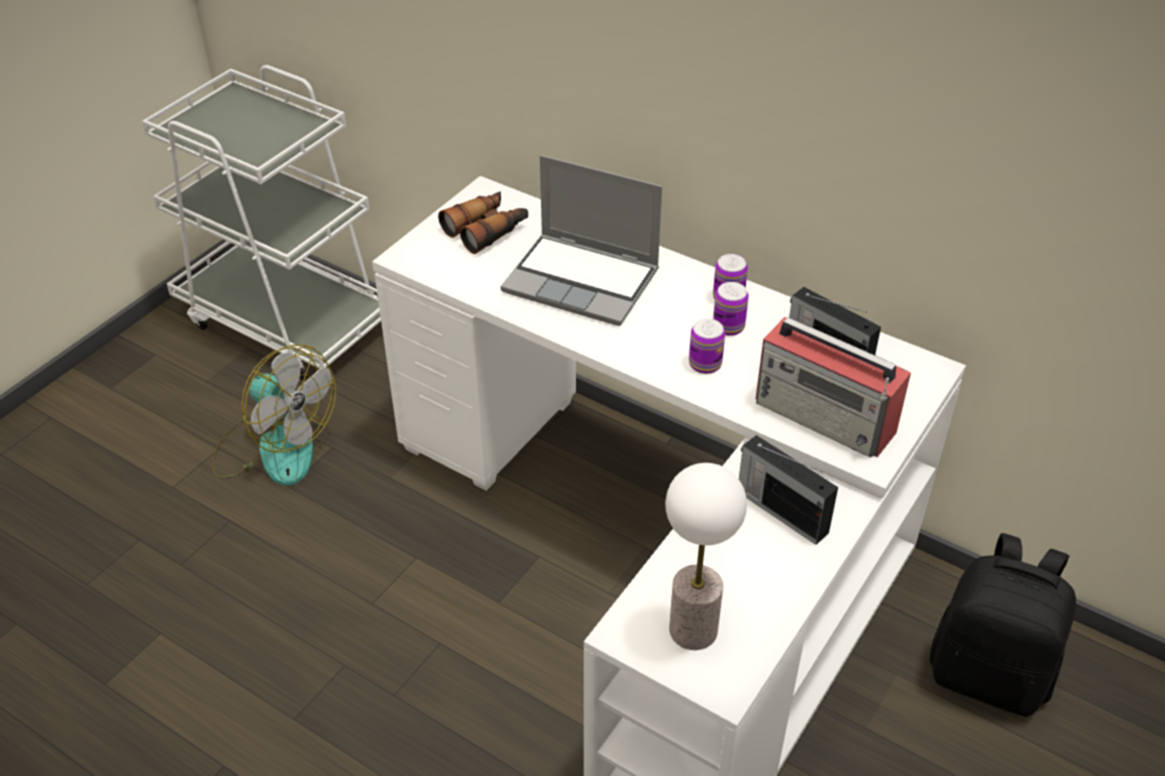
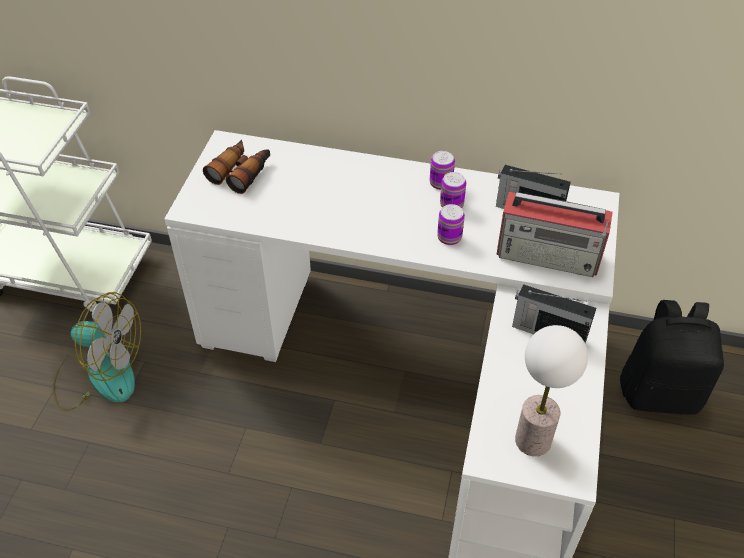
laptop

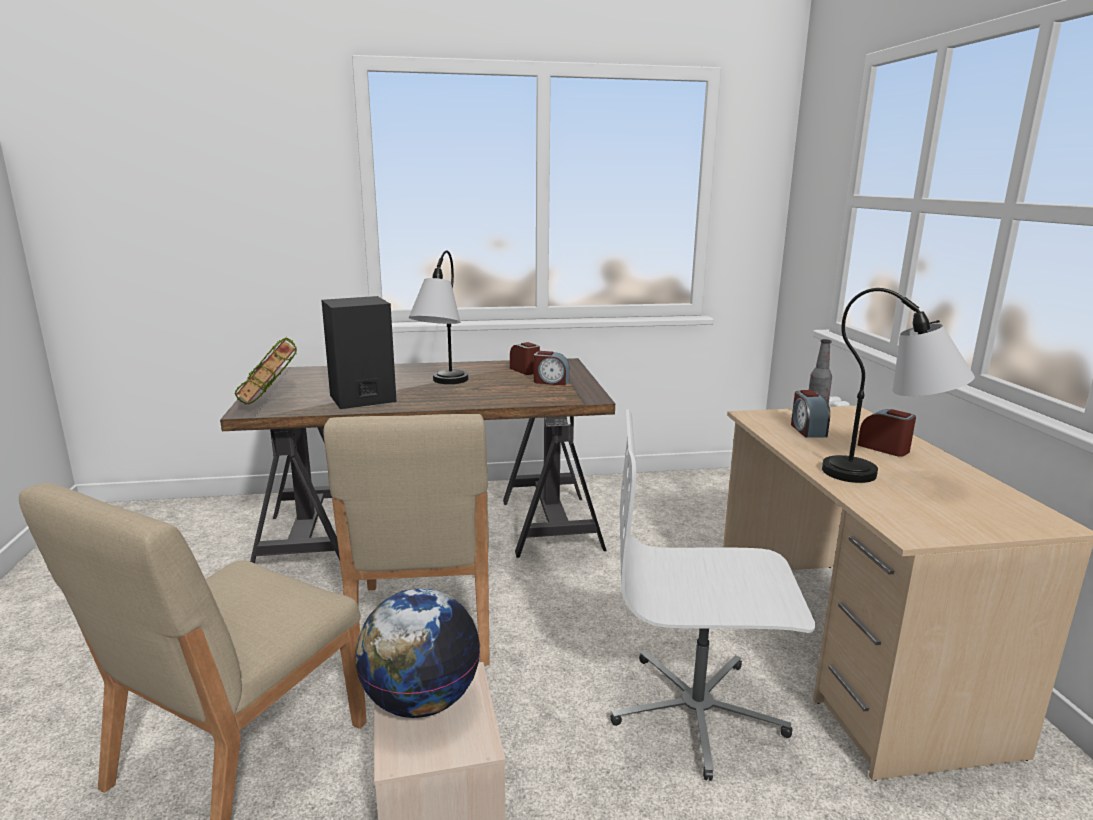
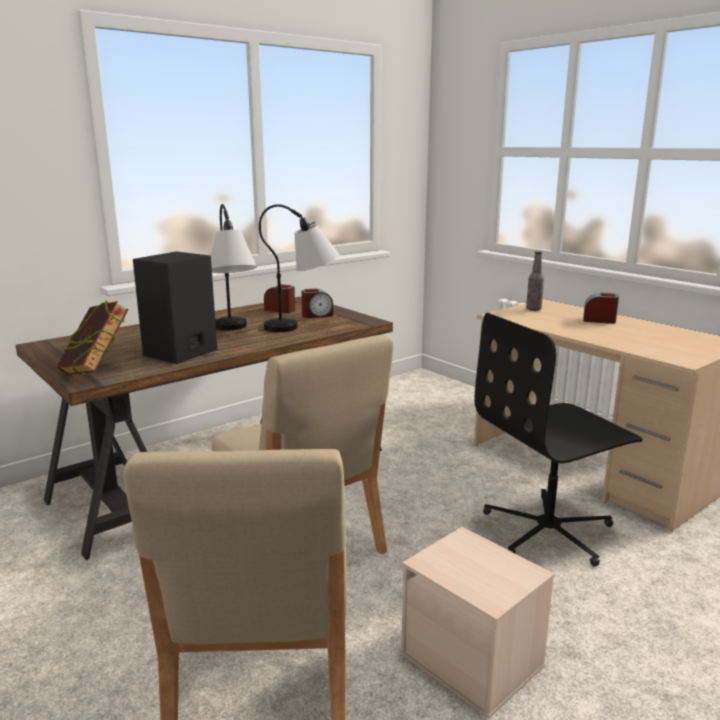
globe; alarm clock (3rd from left in the first image); table lamp (2nd from left); black office chair

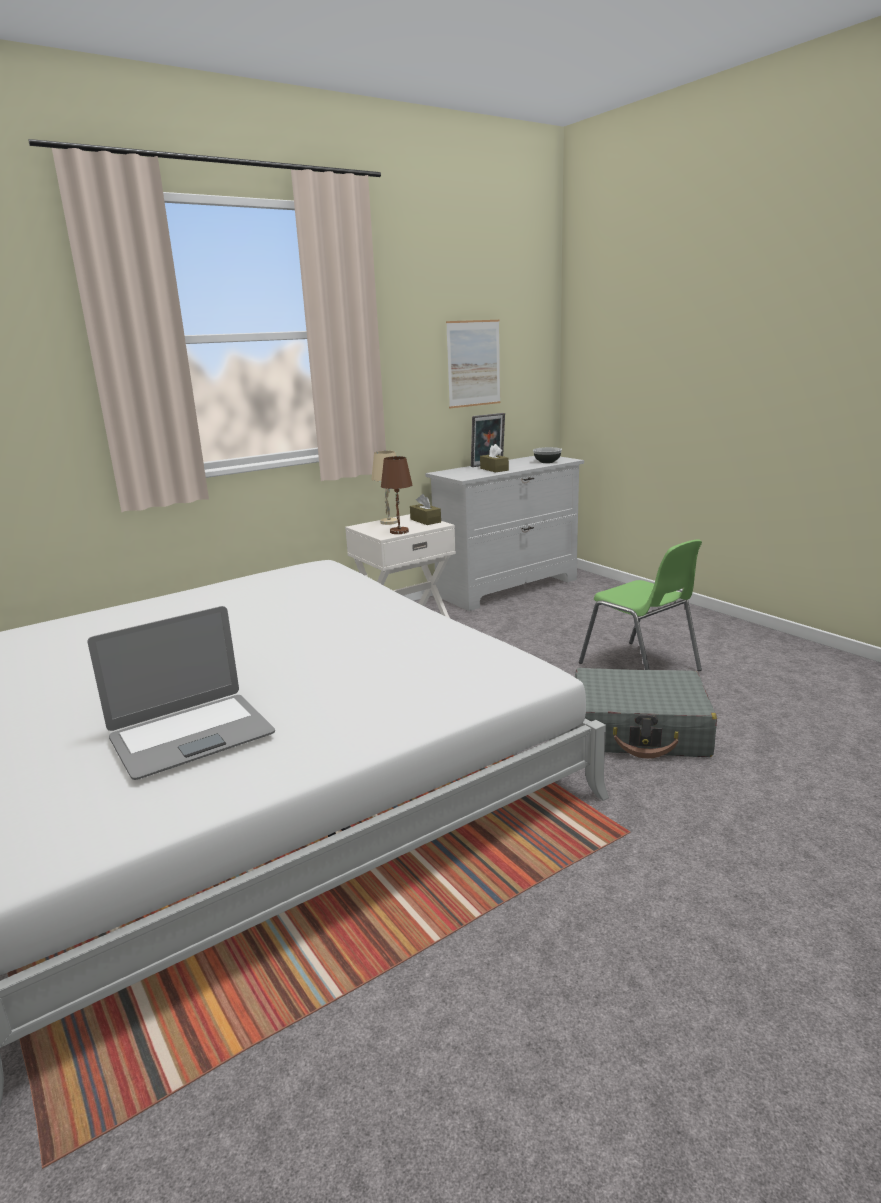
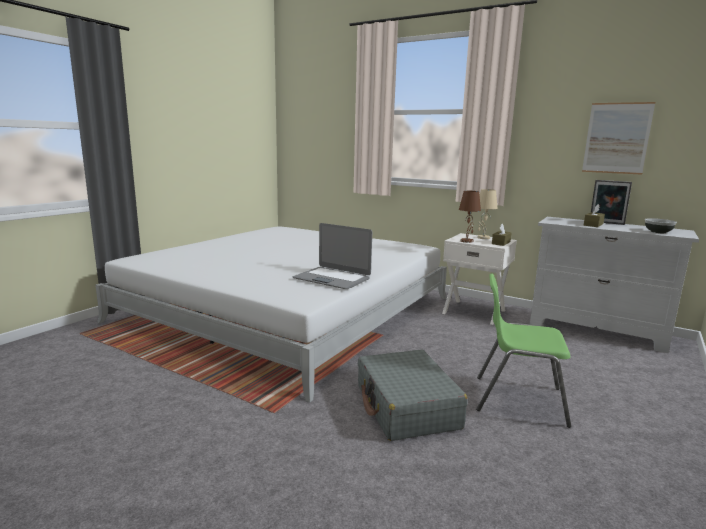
laptop; green chair

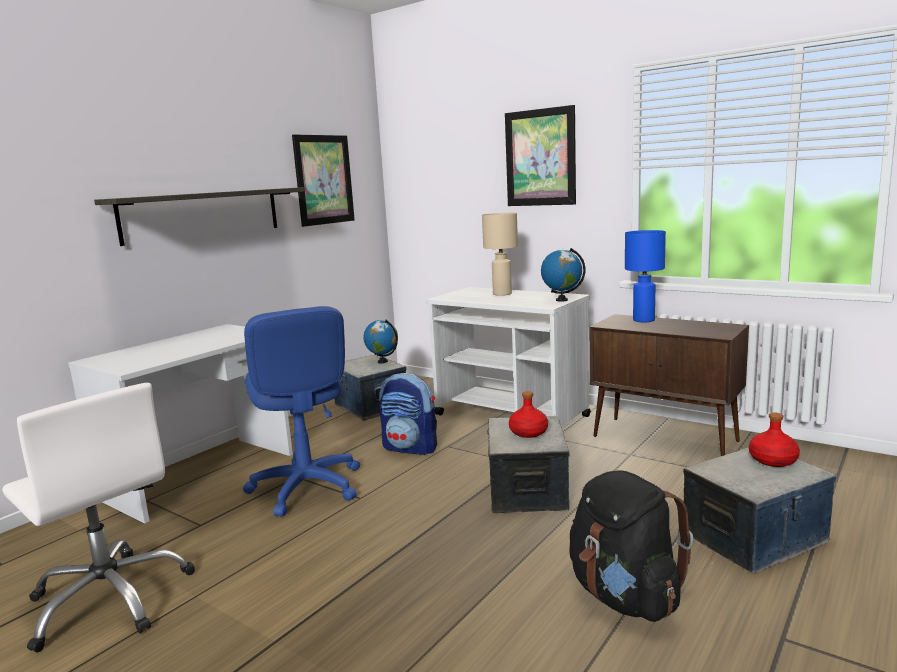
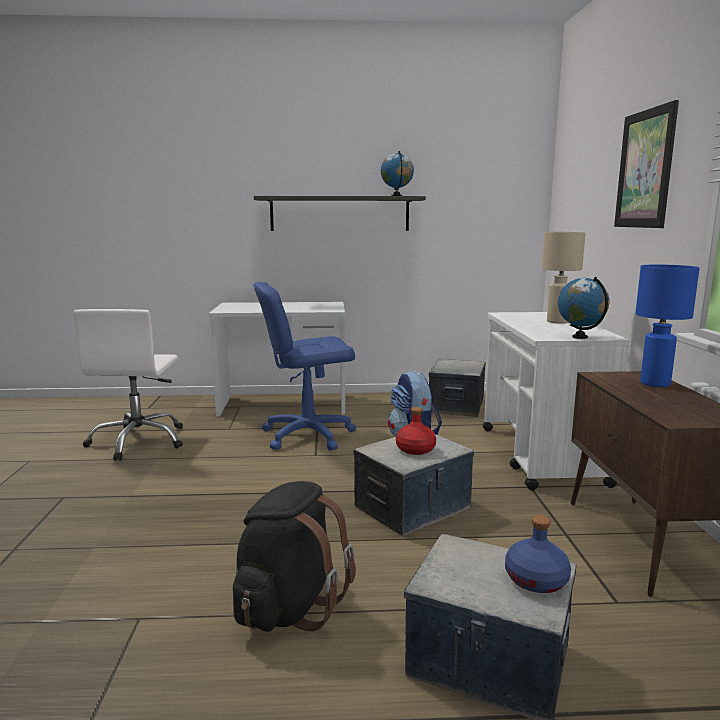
picture (1st from left in the first image); globe (1st from left); blue bottle; blue office chair

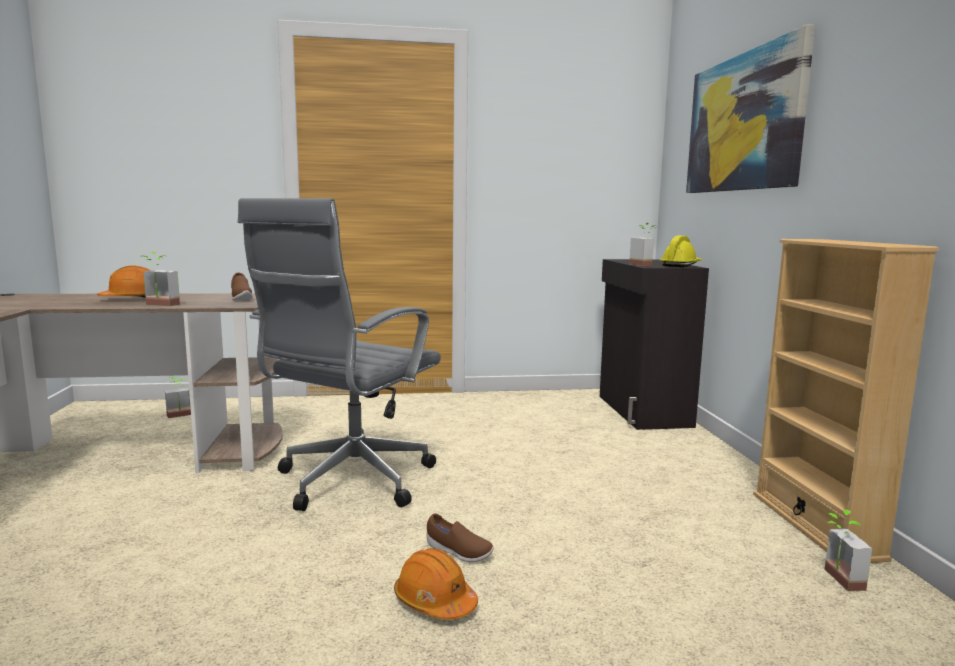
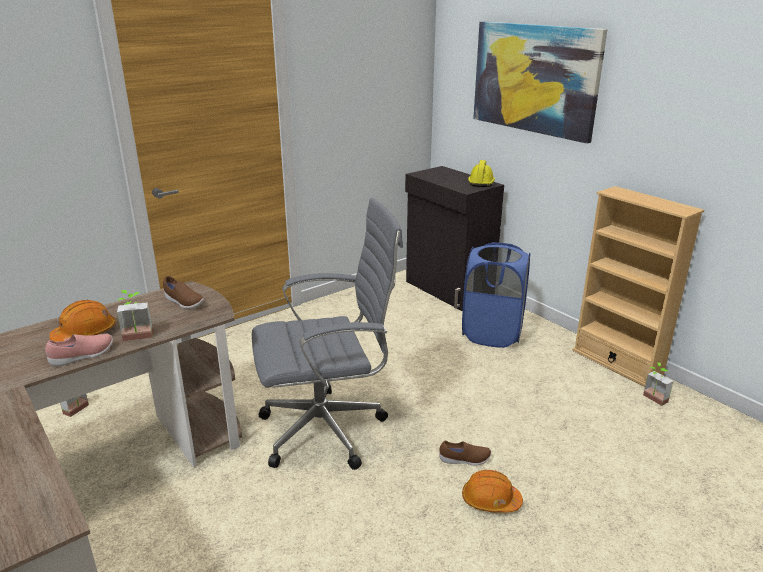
potted plant (3rd from left in the first image); pink shoe; blue laundry basket; grey office chair

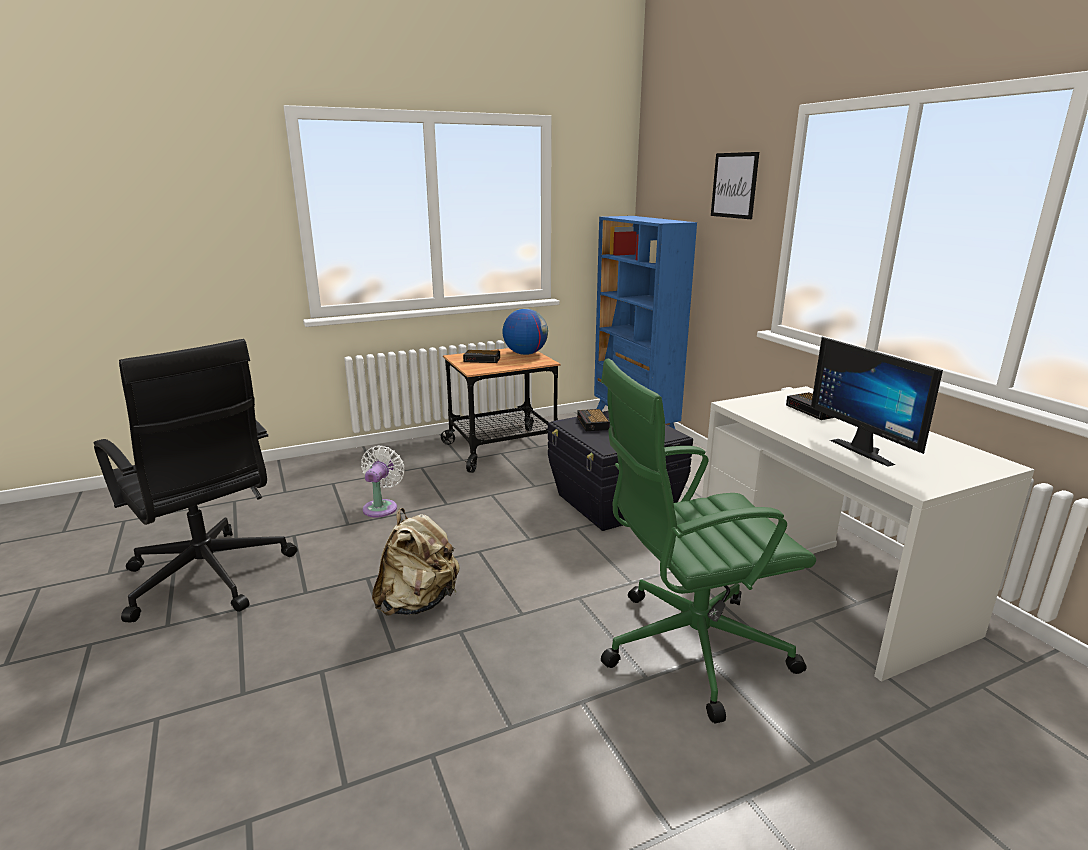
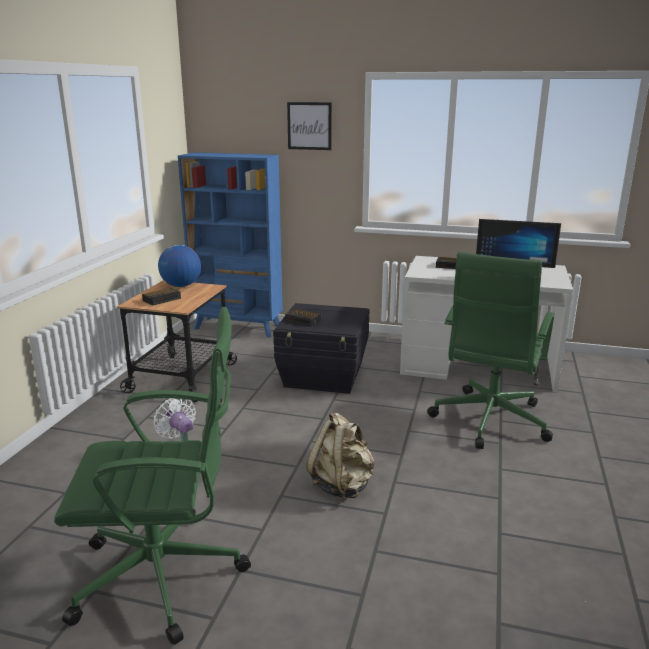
green office chair (1st from left)

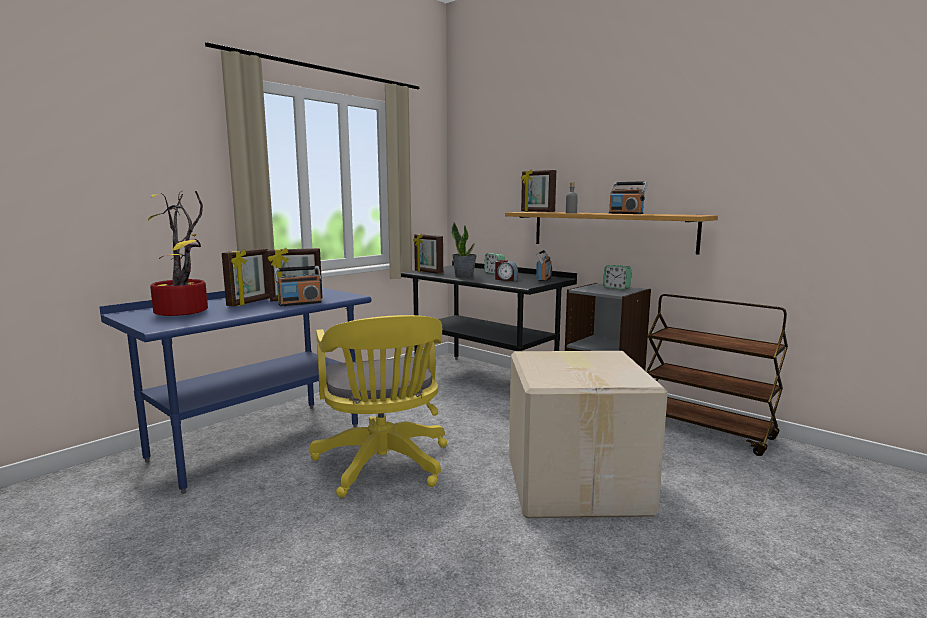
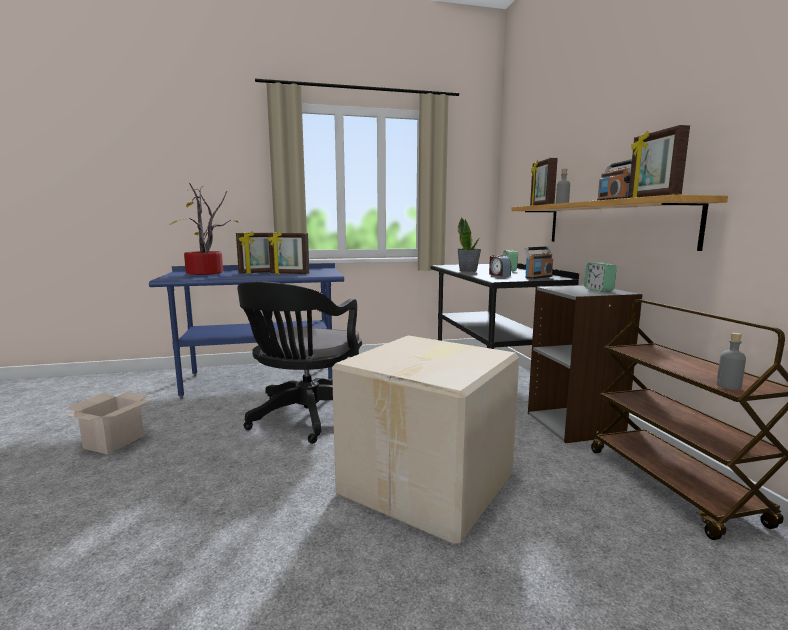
radio (1st from left in the first image); cardboard box (1st from left); grey bottle (2nd from left); picture frame (4th from left); black office chair

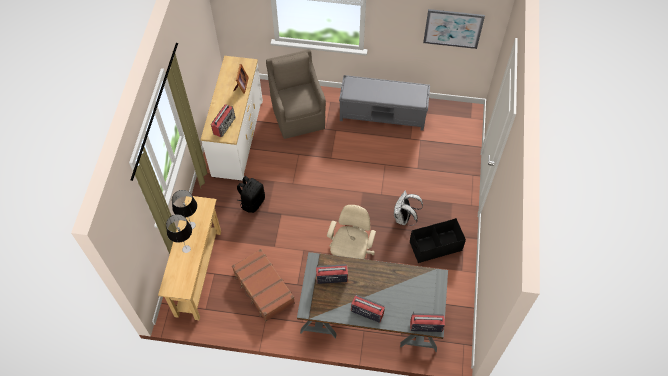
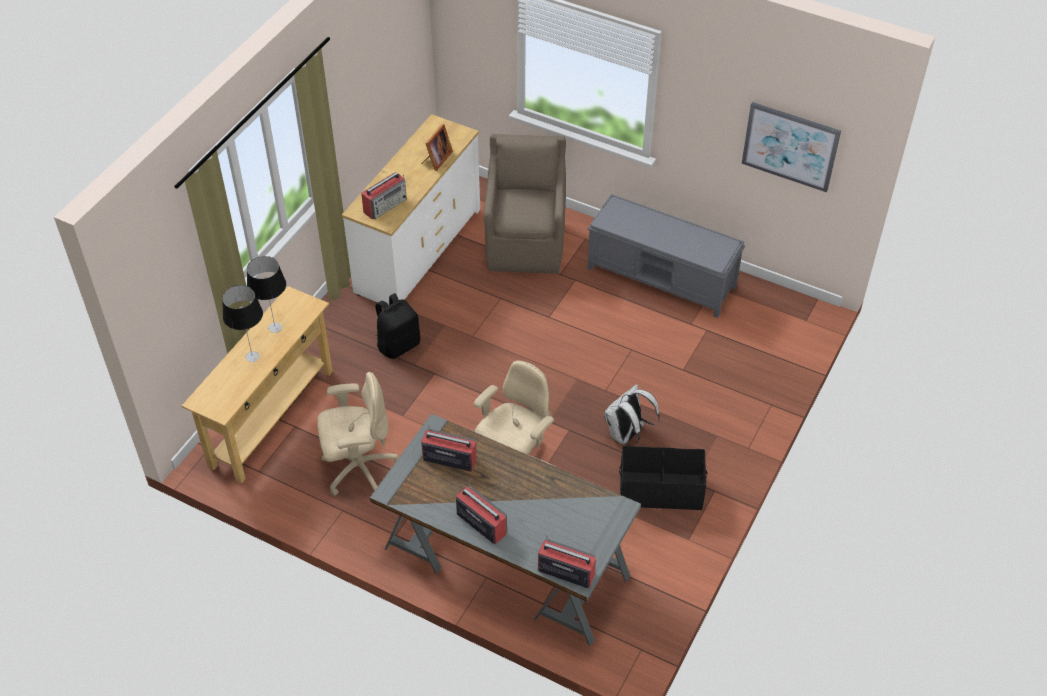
beige office chair (1st from left)

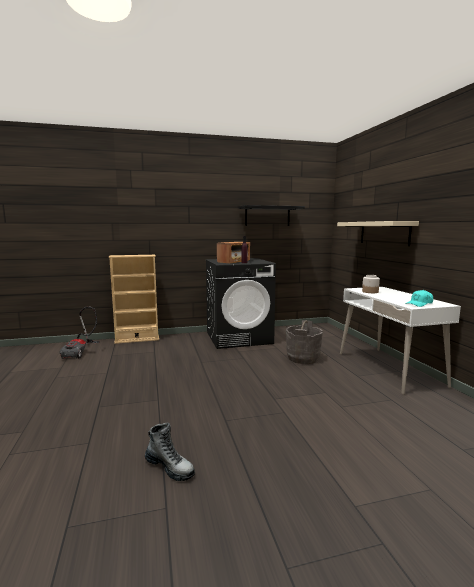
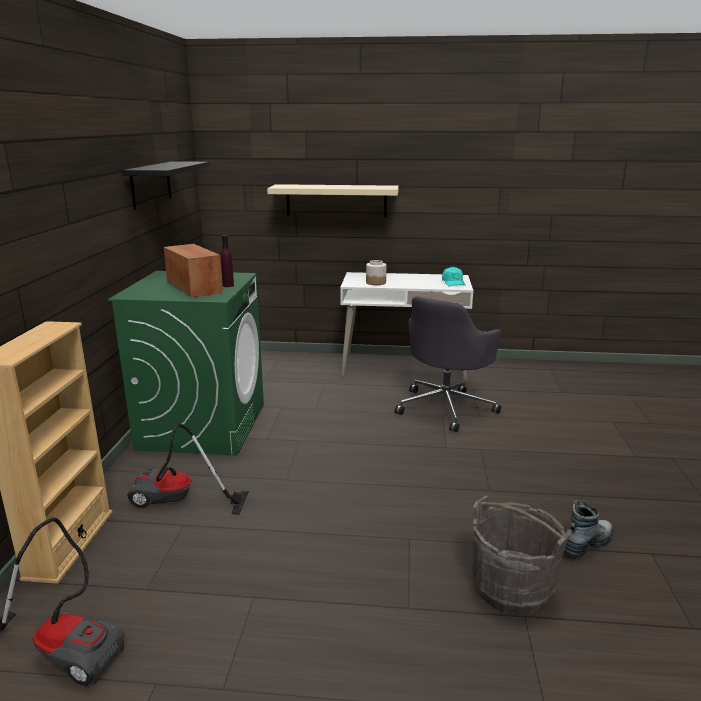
vacuum cleaner (2nd from left); grey office chair; grey bucket; green washing machine

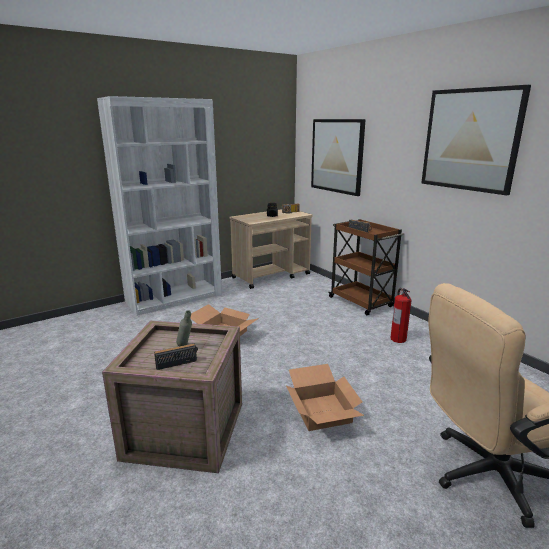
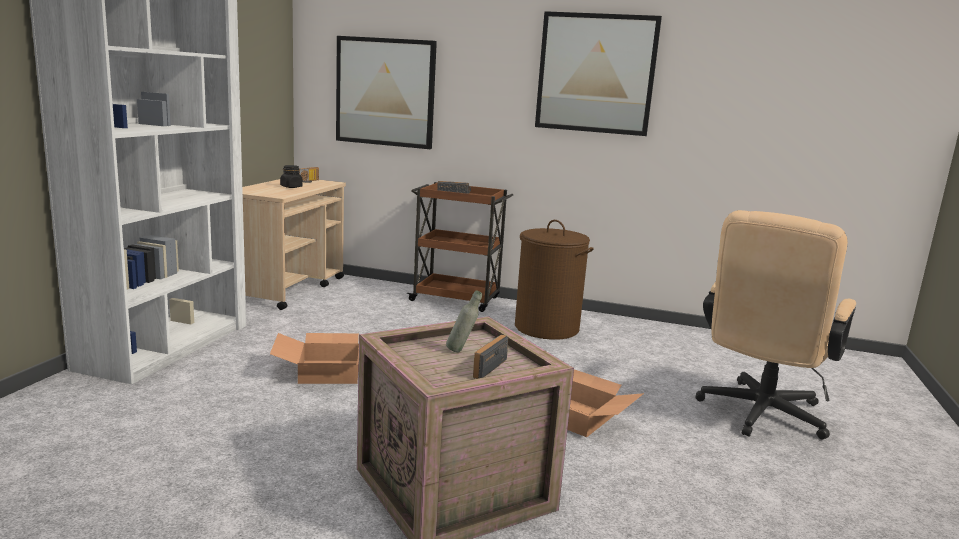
brown laundry basket

